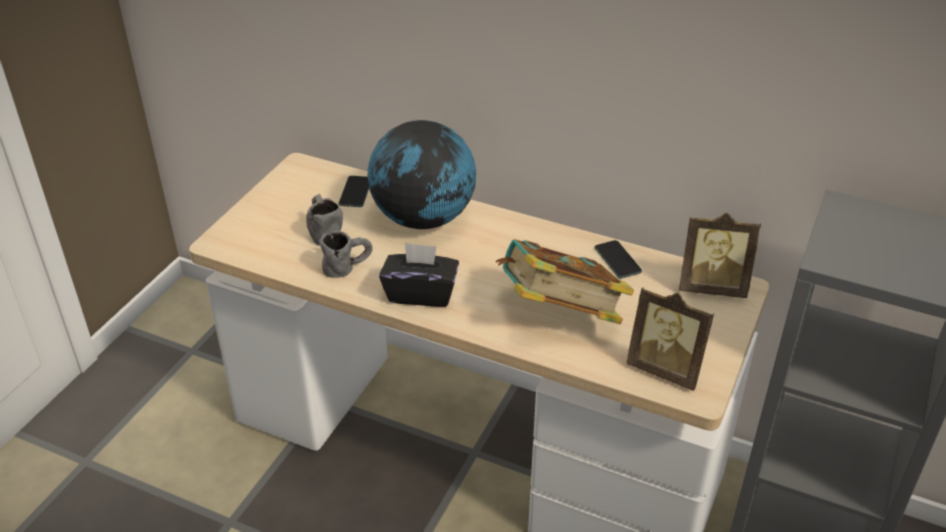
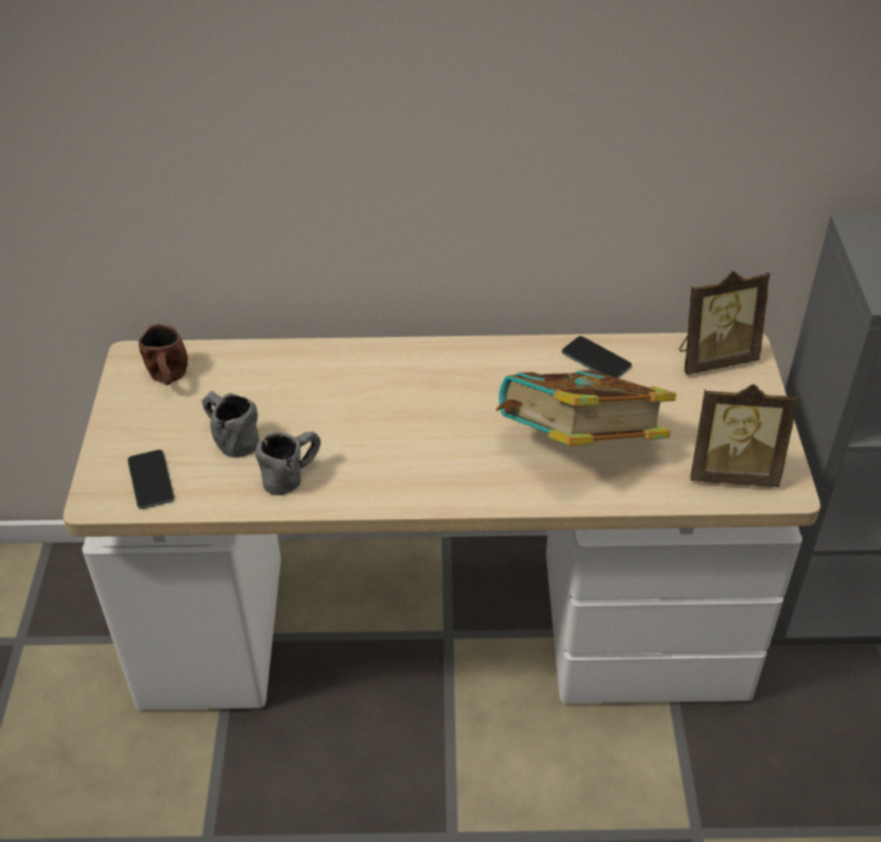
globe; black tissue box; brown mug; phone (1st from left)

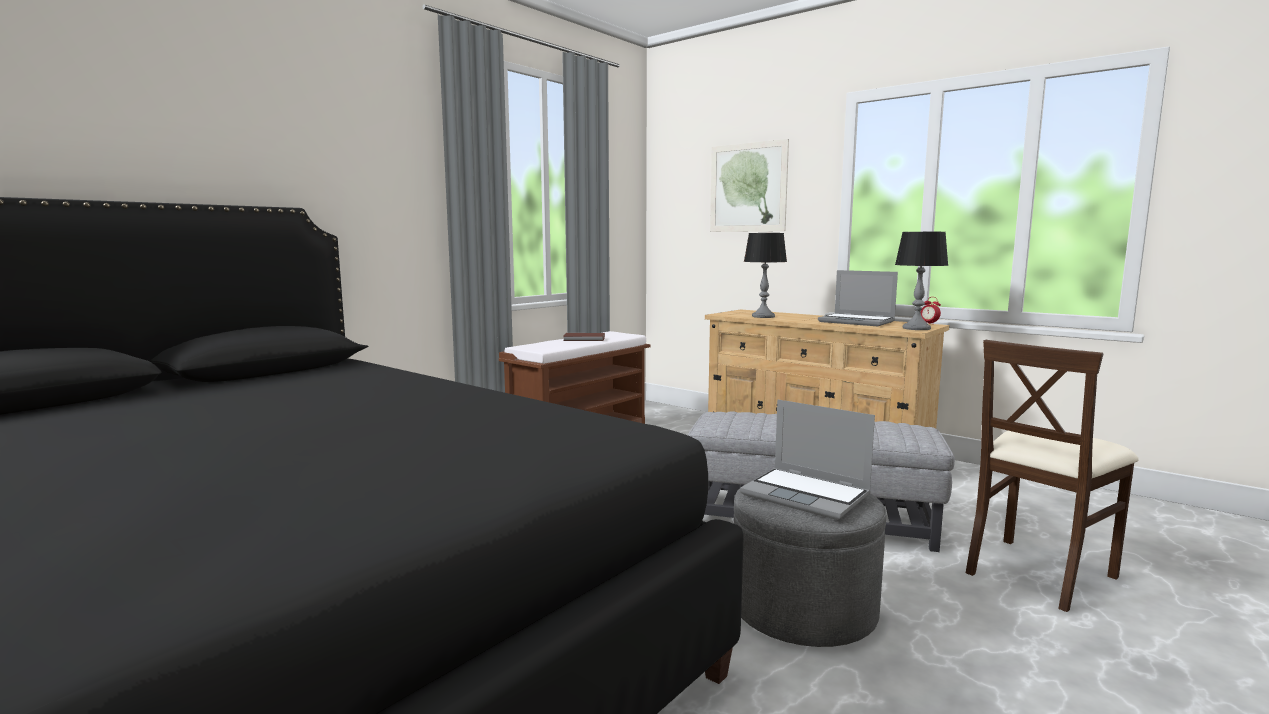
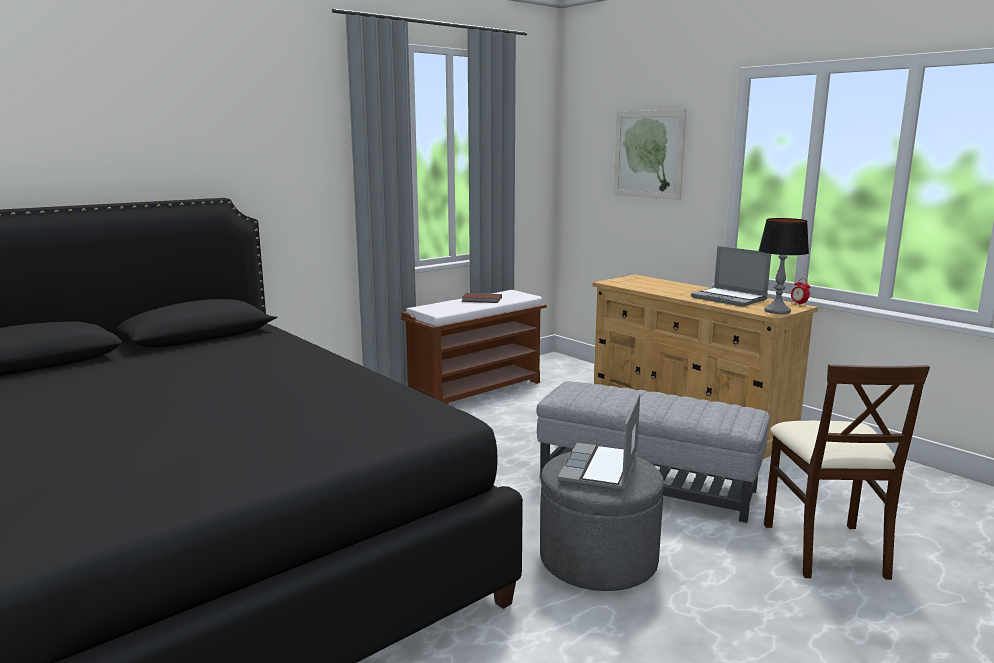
table lamp (1st from left in the first image); laptop (1st from left); beige chair

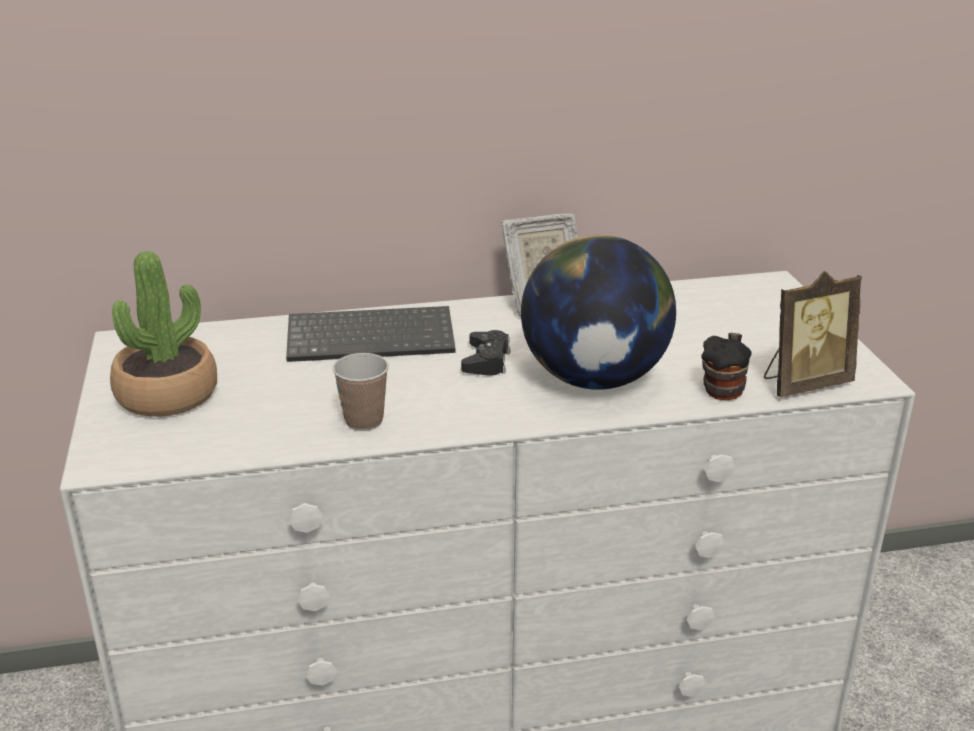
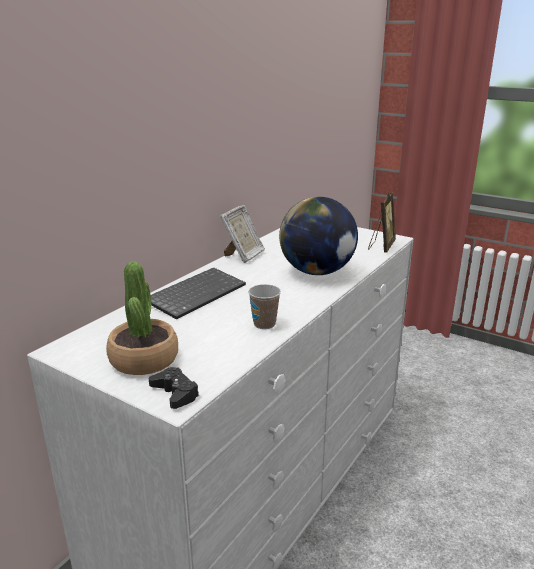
mug; black game controller

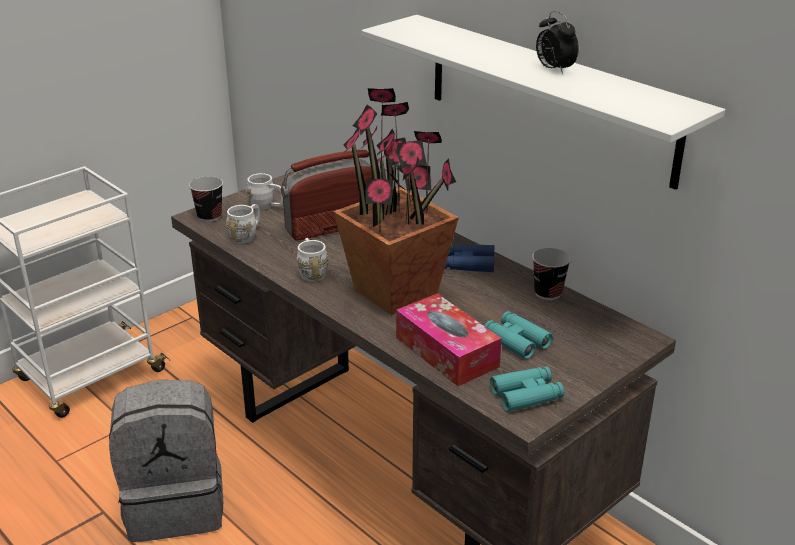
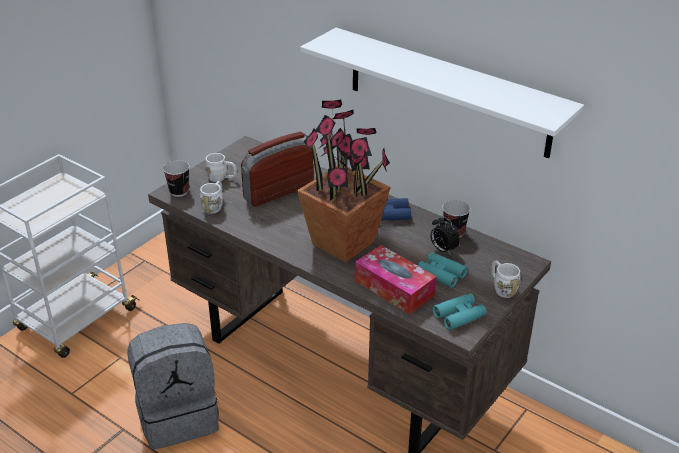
white mug (3rd from left); alarm clock

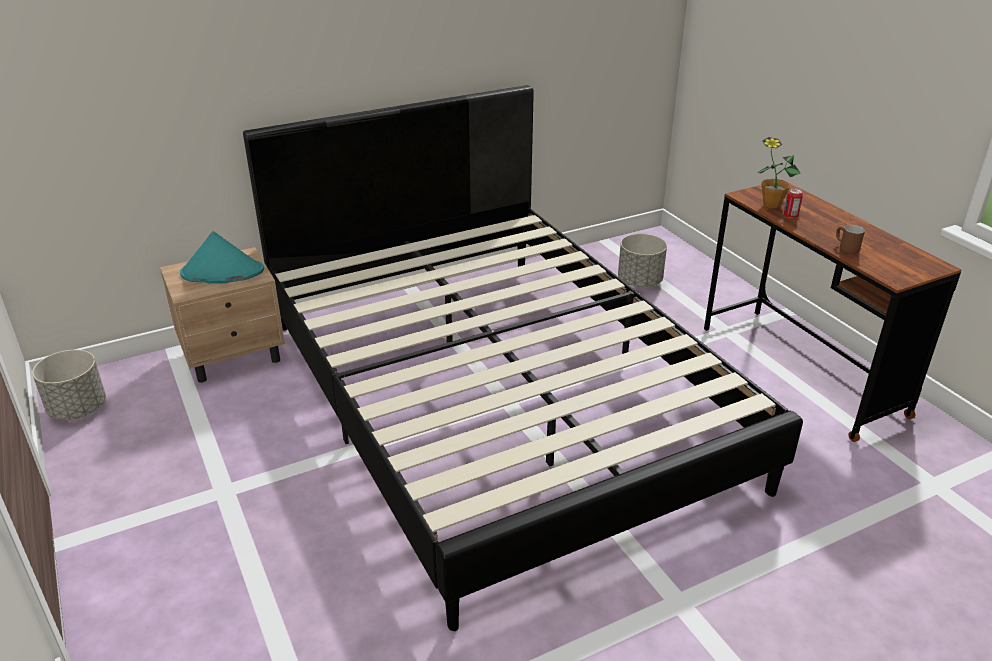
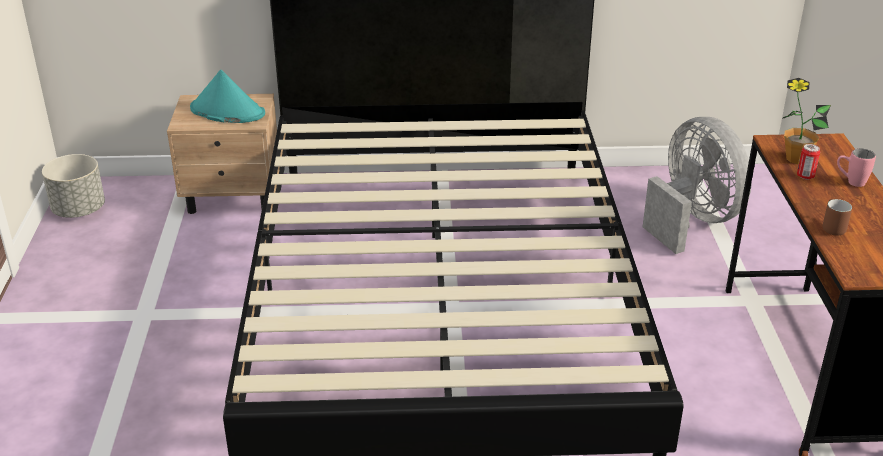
pink mug; grey fan

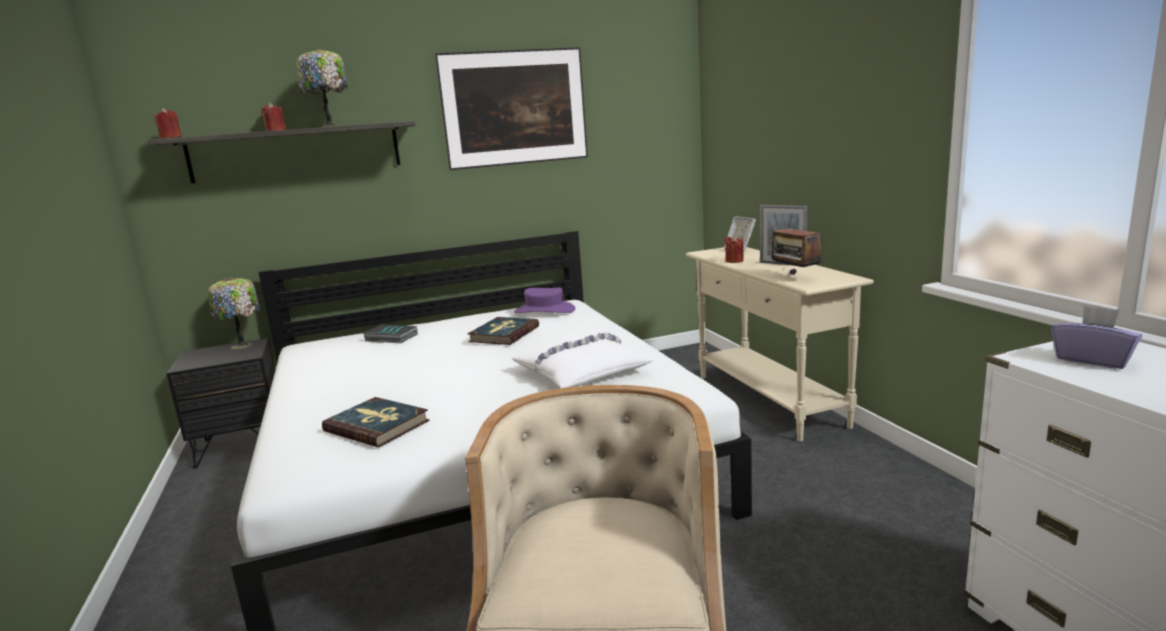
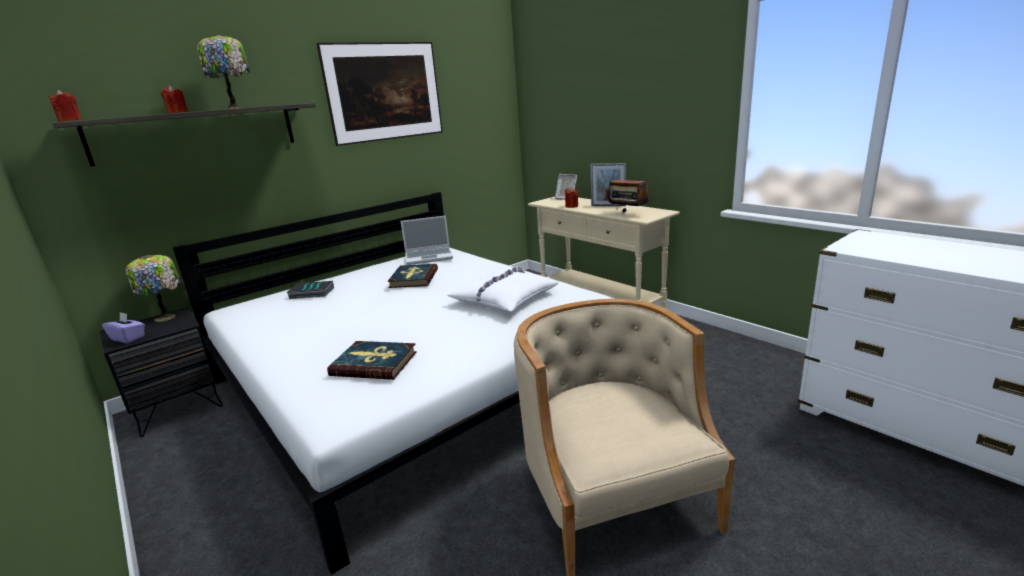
purple tissue box; laptop

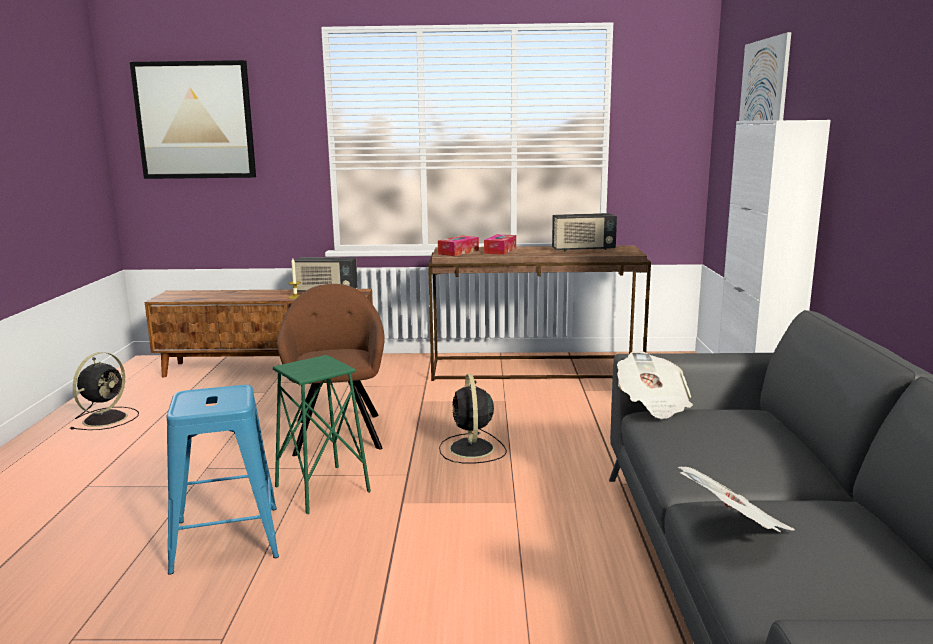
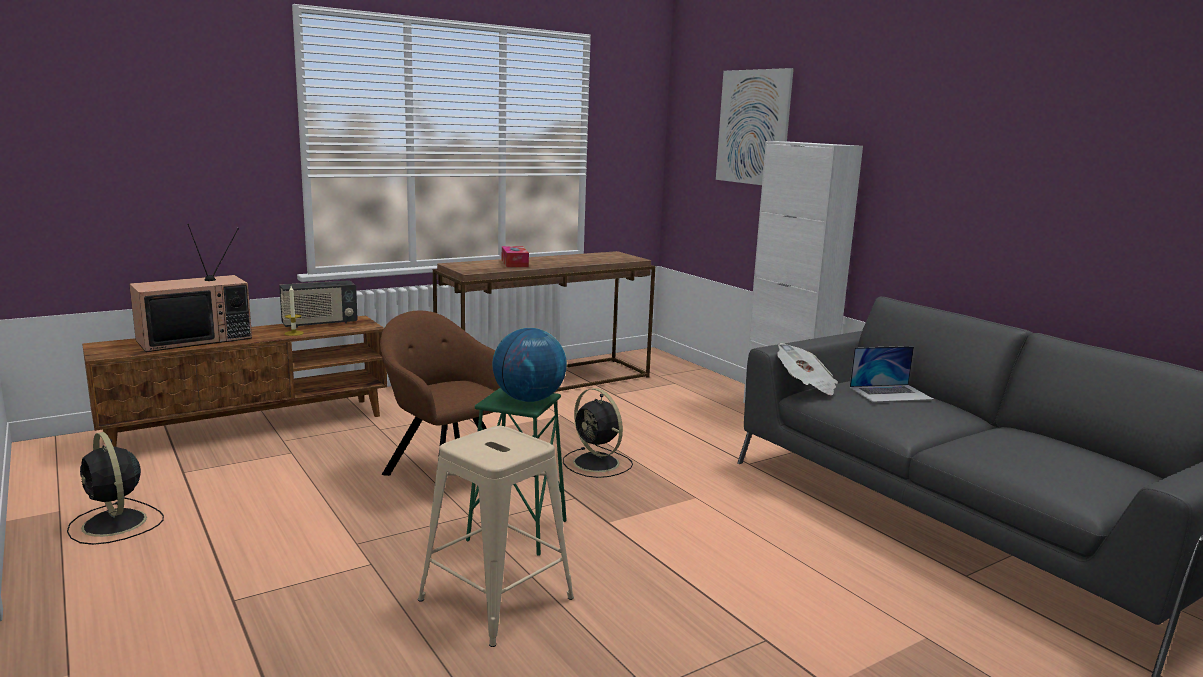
picture (1st from left in the first image); tissue box (1st from left in the first image); radio (2nd from left in the first image); newspaper (2nd from left in the first image); television; globe; laptop; beige stool; black fan (1st from left)

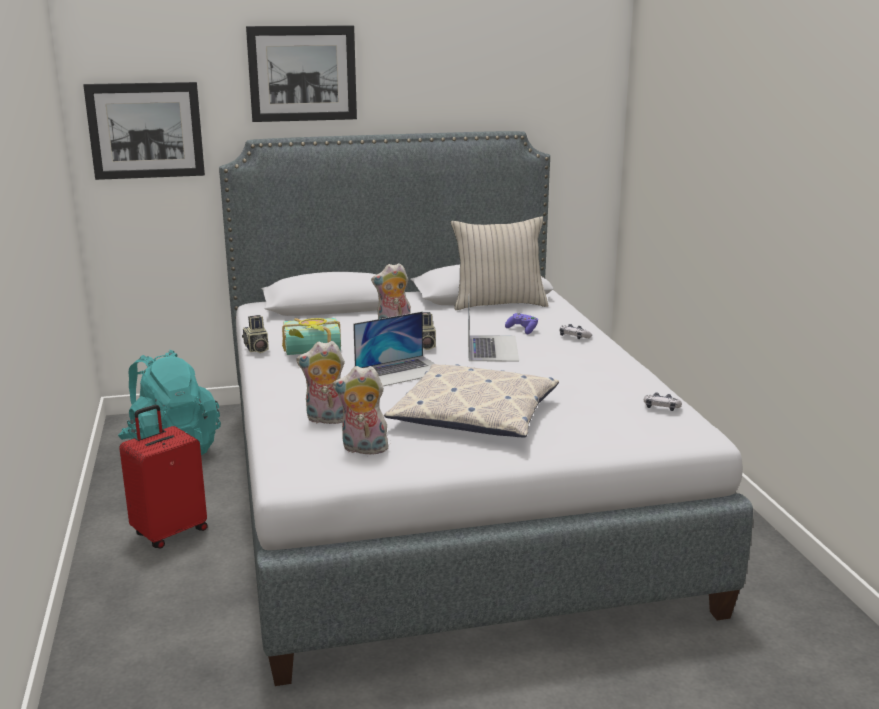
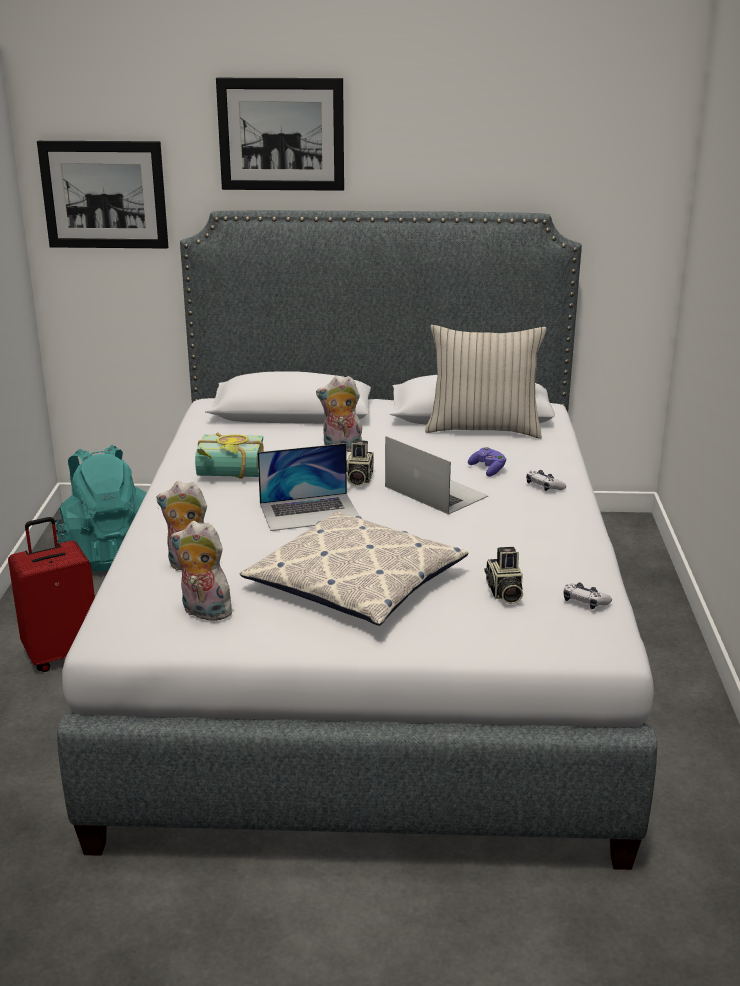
photo camera (2nd from left); laptop (2nd from left)

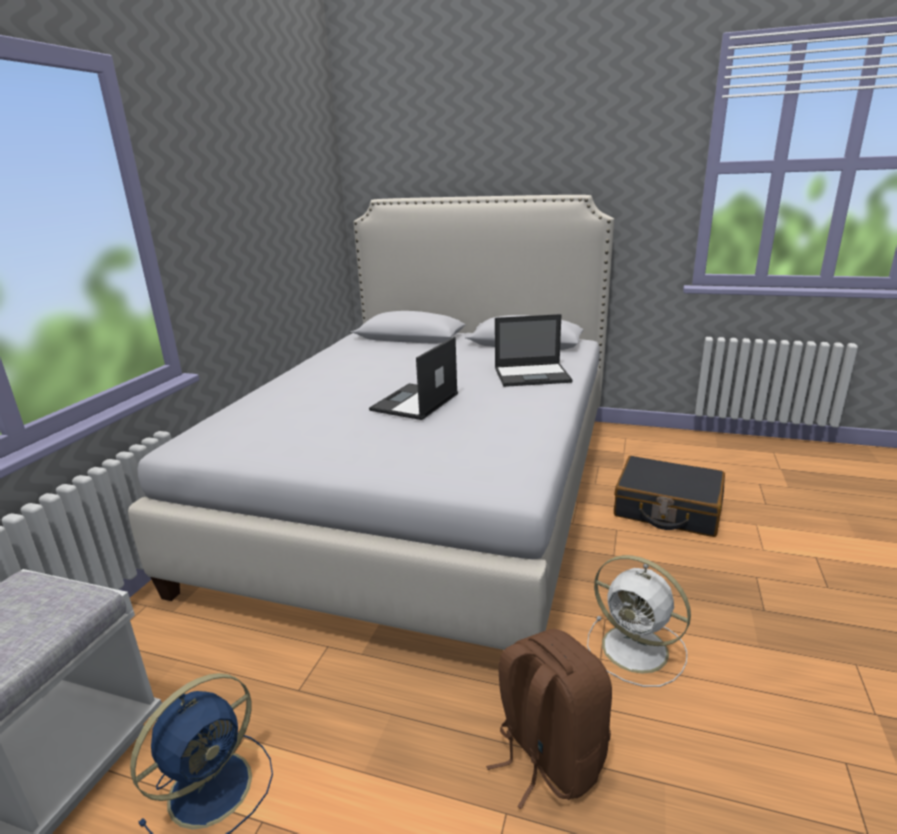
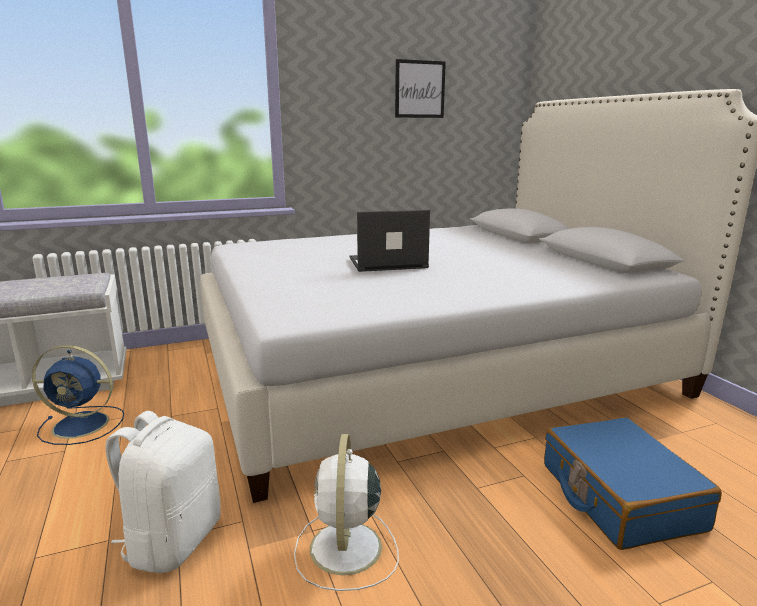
laptop (2nd from left in the first image); picture; white backpack; blue suitcase

